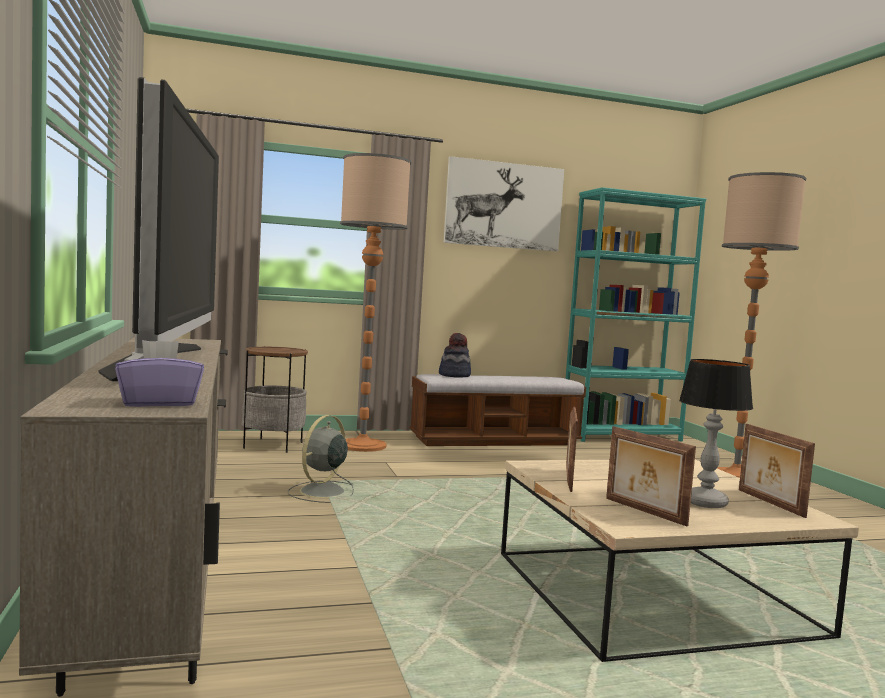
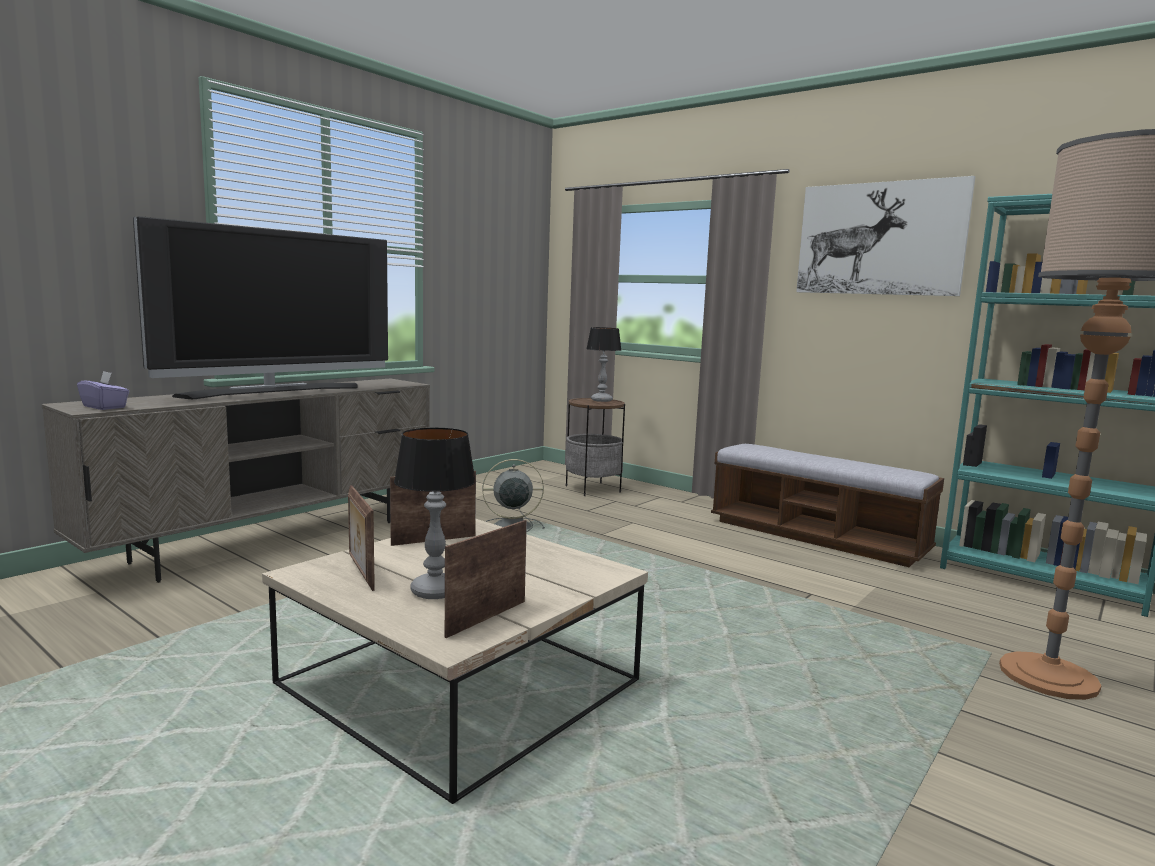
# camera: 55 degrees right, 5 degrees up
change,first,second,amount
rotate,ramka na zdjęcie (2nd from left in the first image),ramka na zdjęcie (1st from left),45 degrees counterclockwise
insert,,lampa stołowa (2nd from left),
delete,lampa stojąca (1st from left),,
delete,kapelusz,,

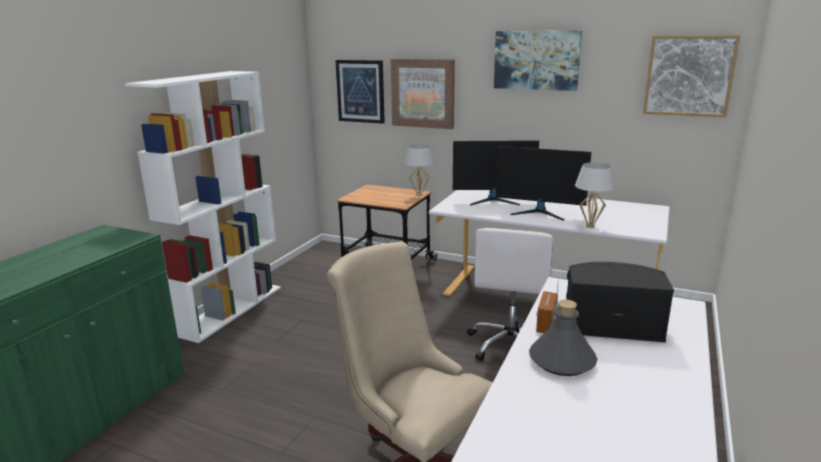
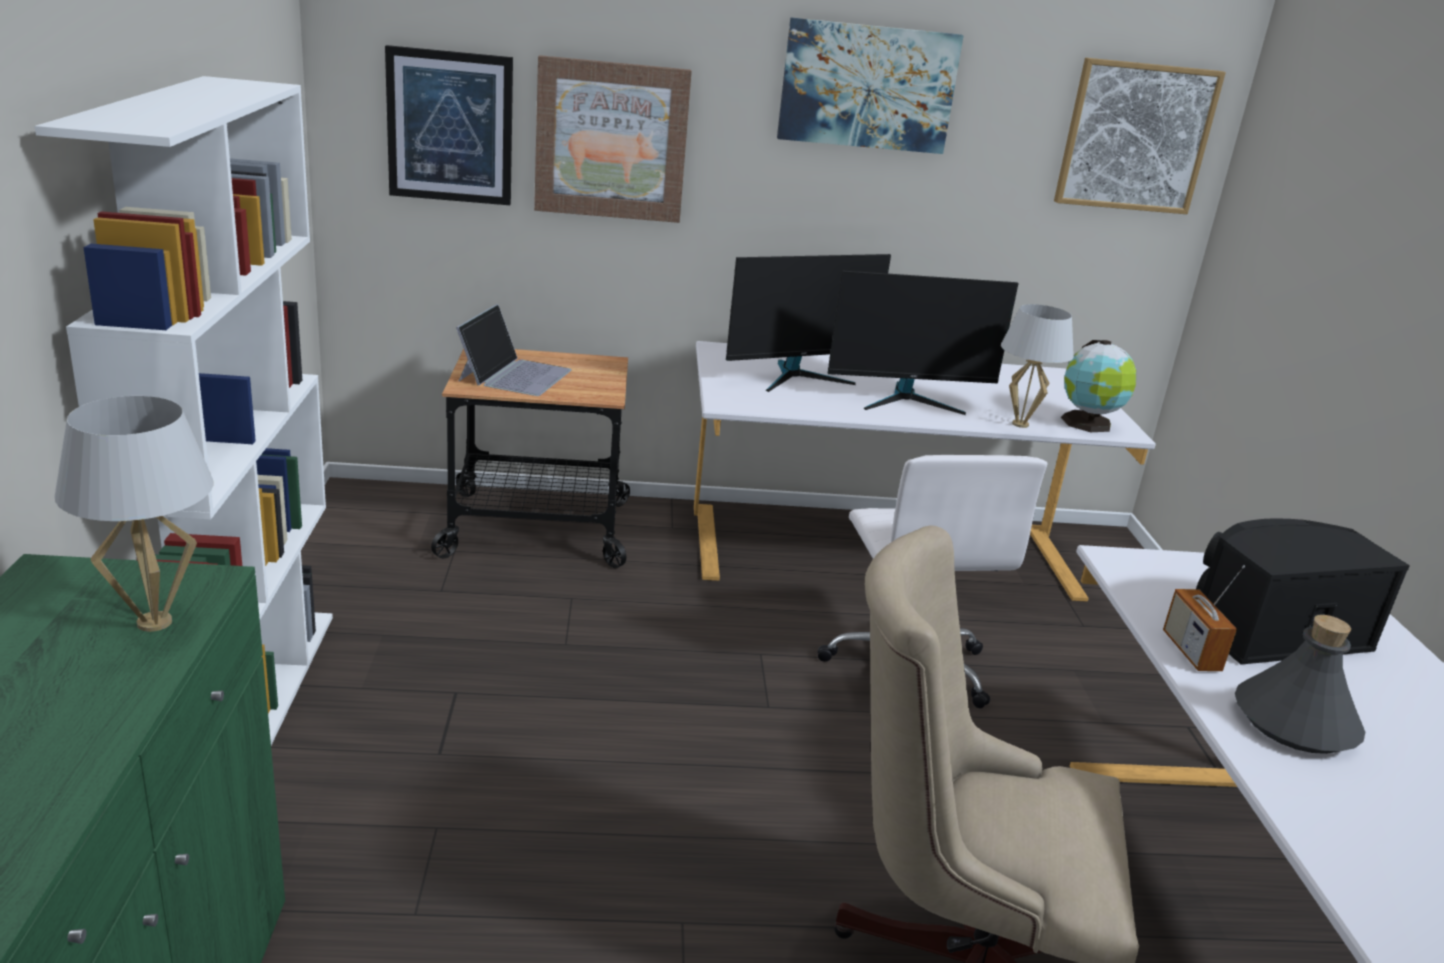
# camera: 30 degrees left, 5 degrees up
change,first,second,amount
move,lampa stołowa (biały) (1st from left),,
insert,,laptop,
insert,,globus,

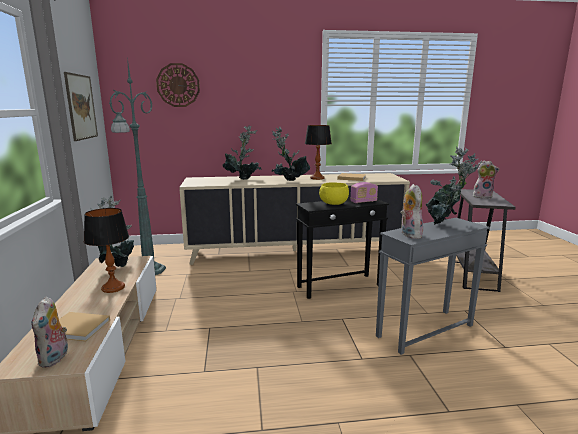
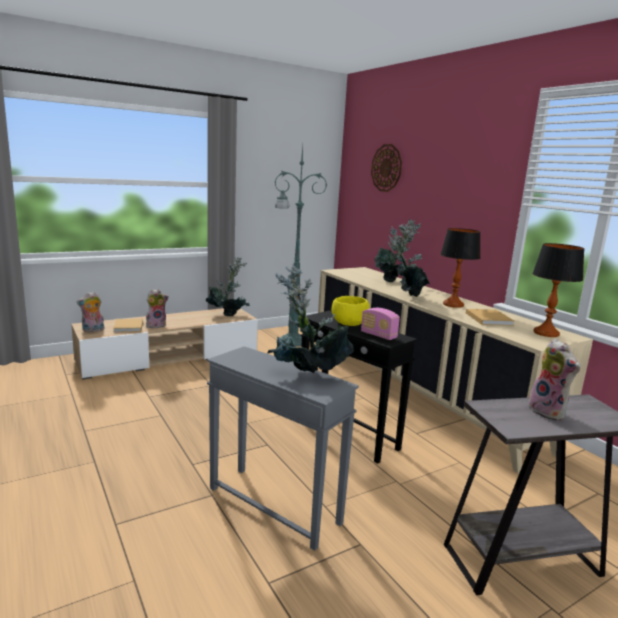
# camera: 65 degrees right, 0 degrees up
change,first,second,amount
move,pluszak (2nd from left),,
move,lampa stołowa (1st from left in the first image),lampa stołowa (2nd from left),
delete,obraz,,

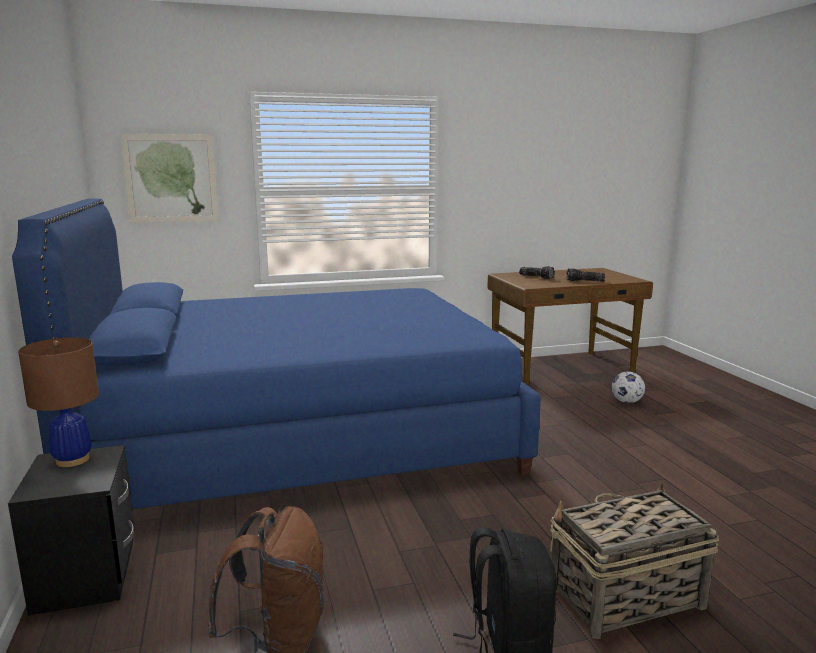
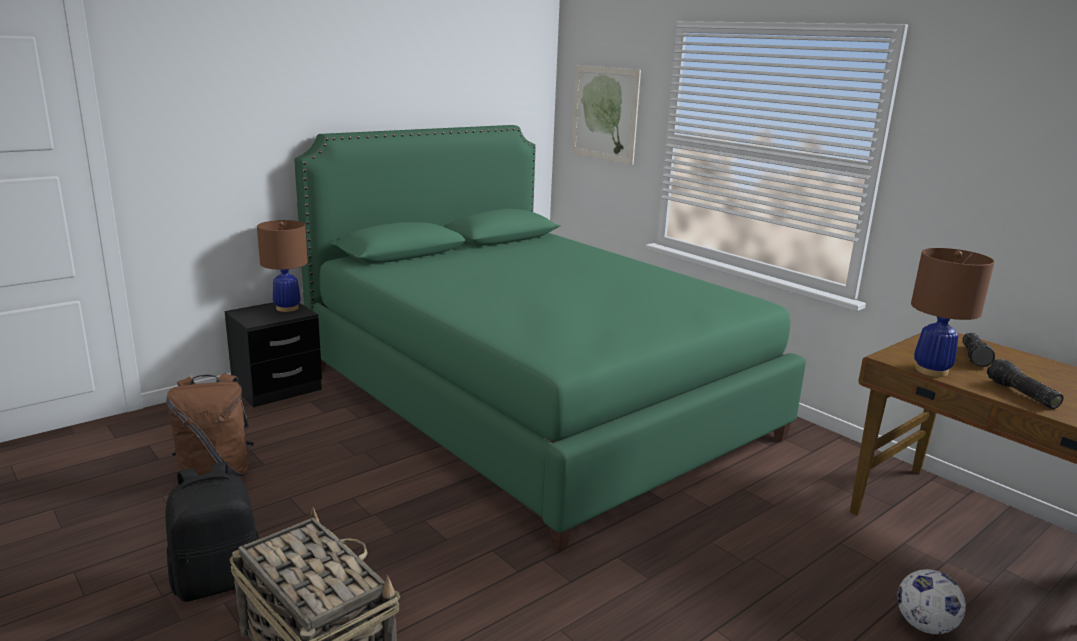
# camera: 65 degrees right, 5 degrees up
change,first,second,amount
recolor,łóżko (niebieski),łóżko (zielony),
insert,,lampa stołowa (brązowy) (2nd from left),

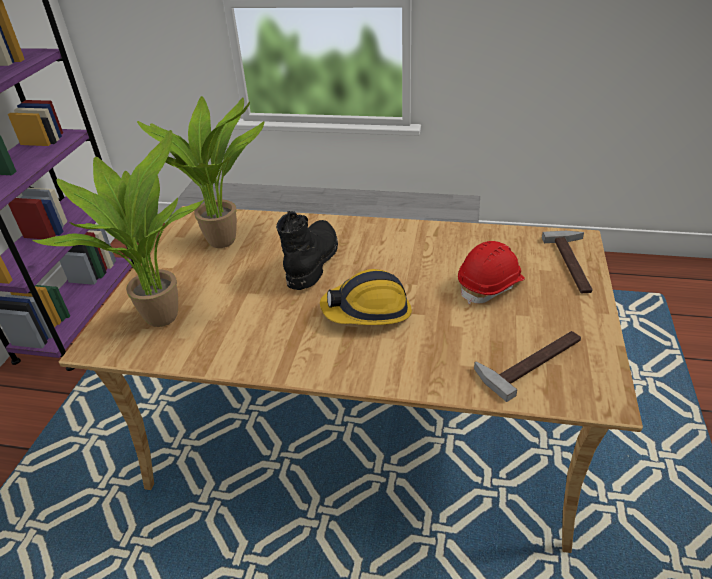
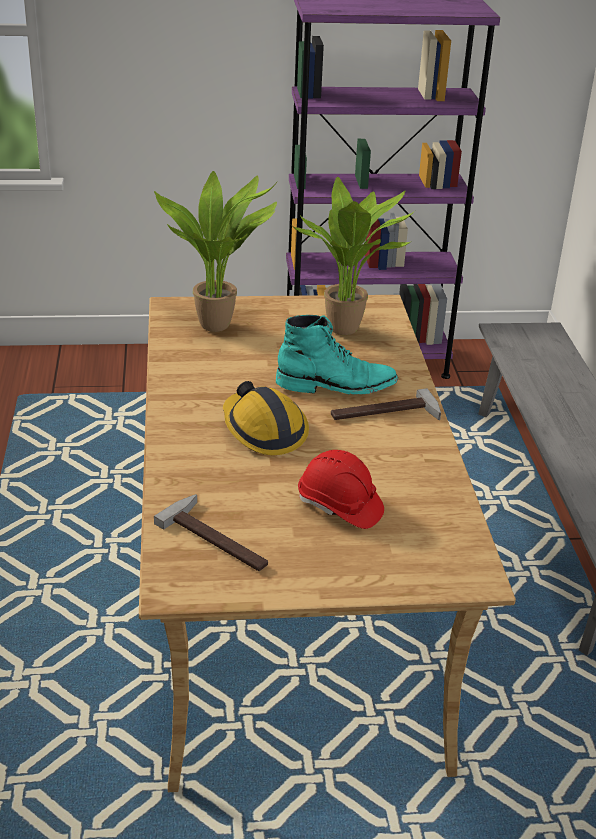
# camera: 70 degrees right, 5 degrees down
change,first,second,amount
recolor,but z cholewką (czarny),but z cholewką (turkusowy),
move,młotek (2nd from left),,

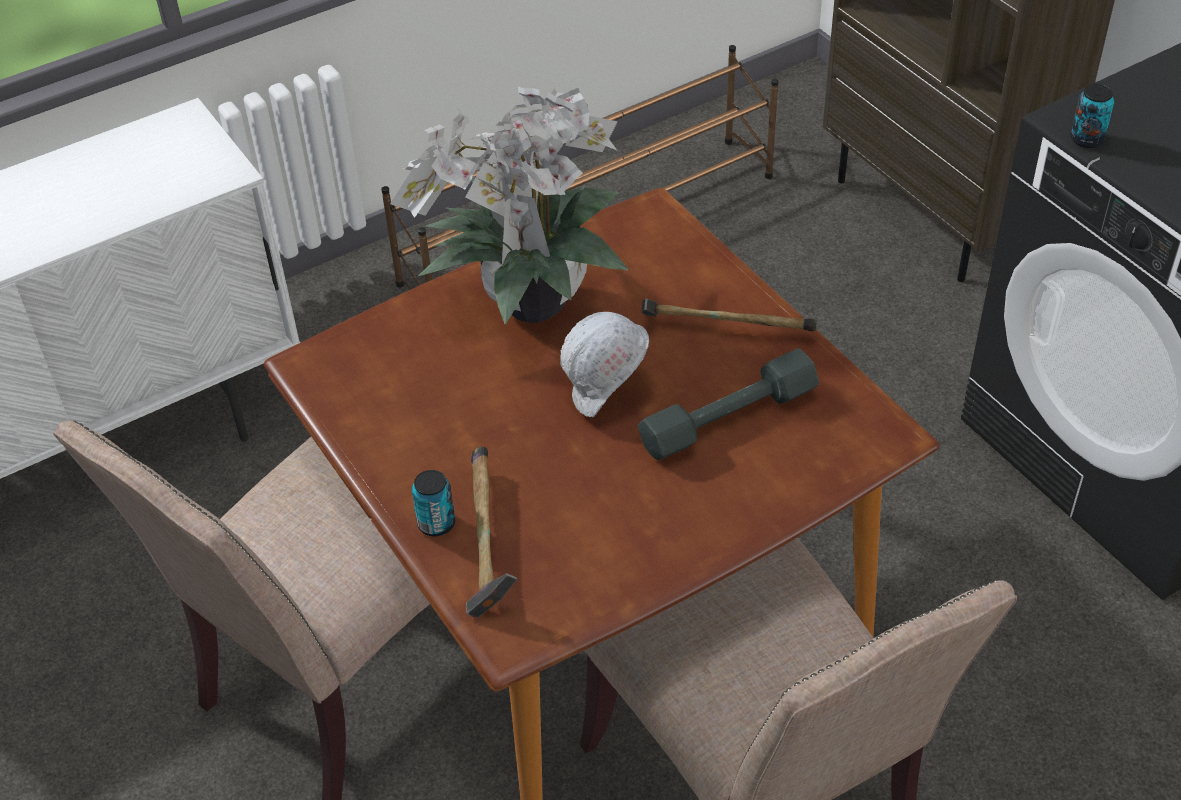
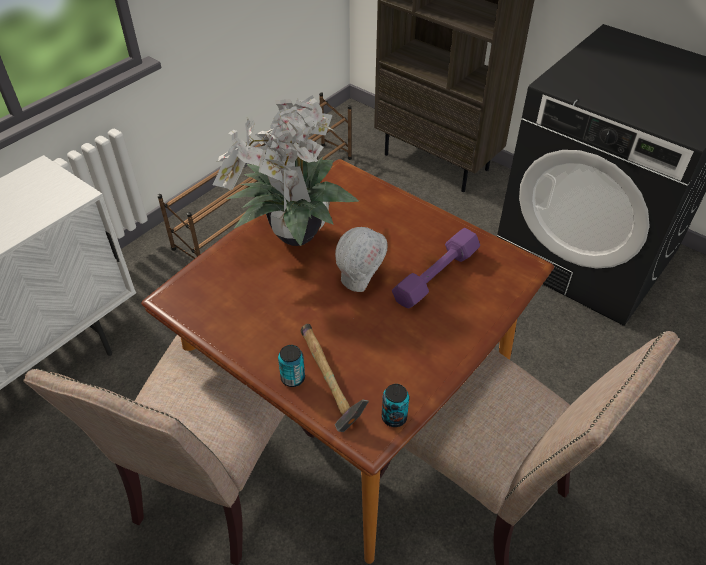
# camera: 20 degrees left, 0 degrees up
change,first,second,amount
move,puszka (2nd from left),,
recolor,hantel (szary),hantel (fioletowy),
delete,młotek (2nd from left),,

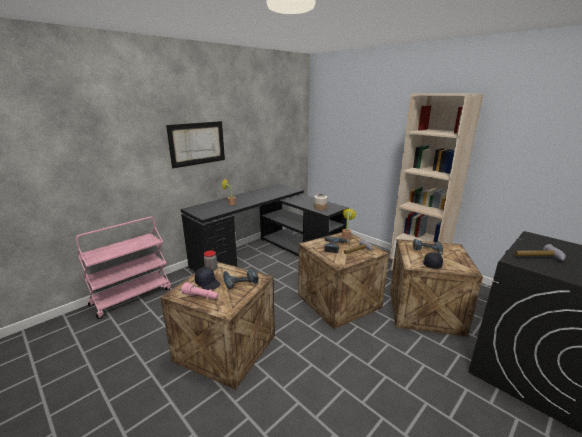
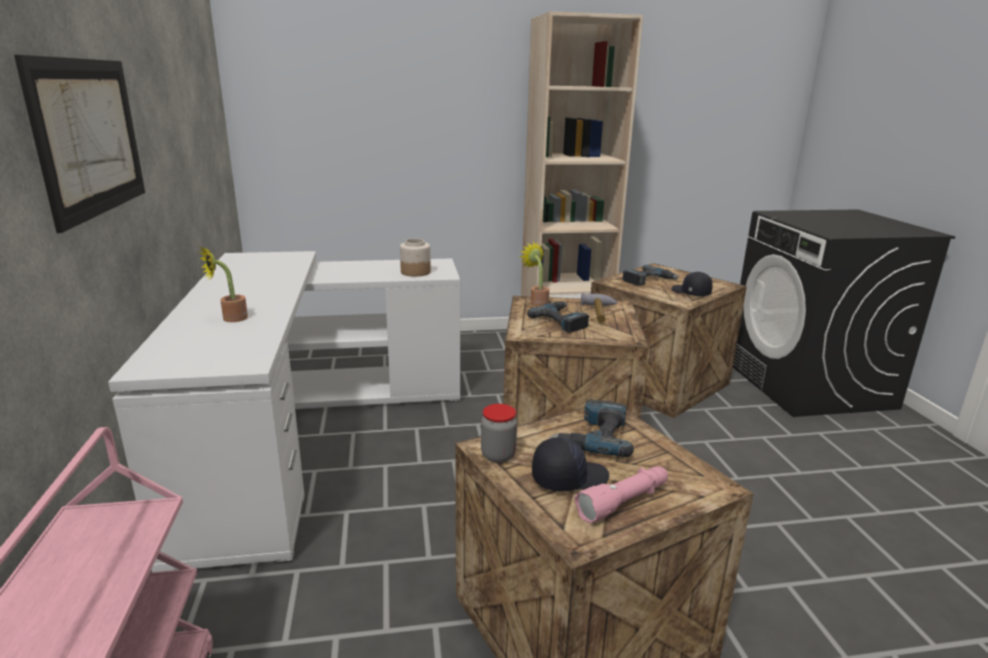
# camera: 55 degrees left, 0 degrees up
change,first,second,amount
recolor,biurko (czarny),biurko (biały),
delete,młotek (2nd from left),,

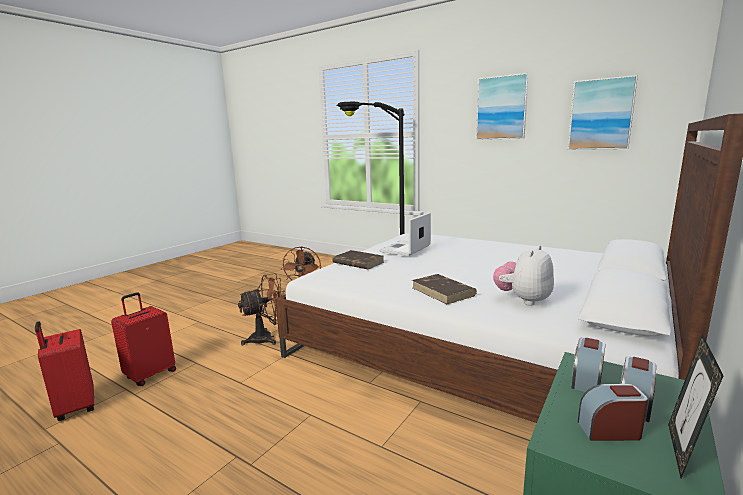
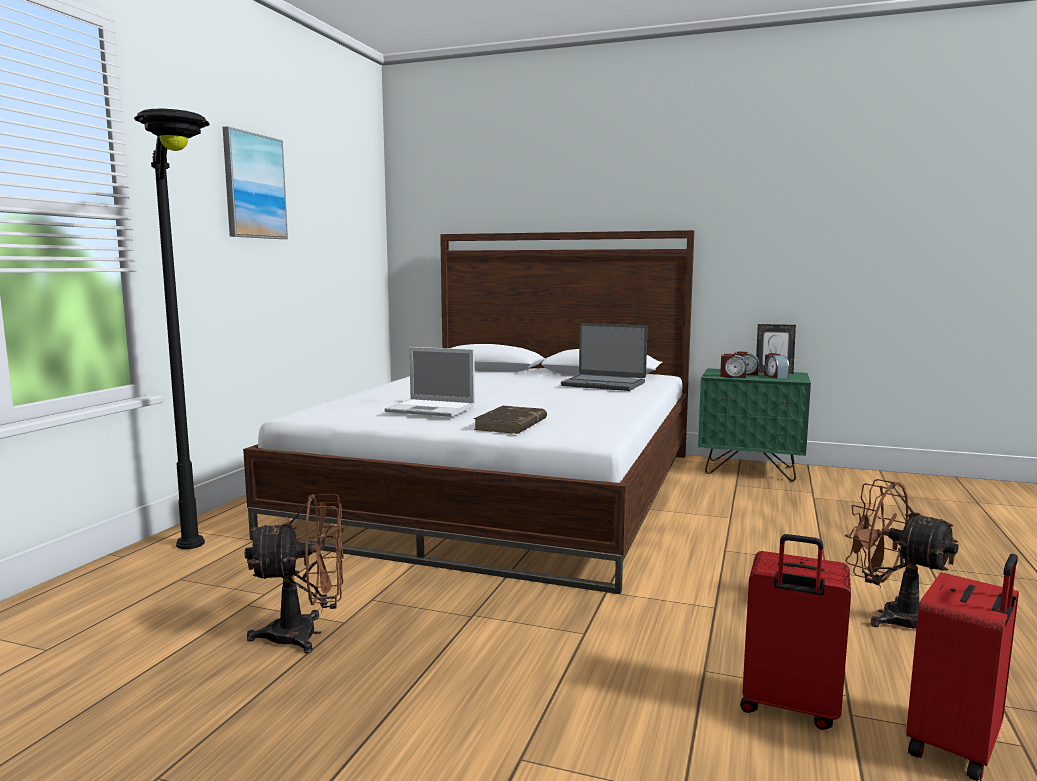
# camera: 105 degrees left, 5 degrees down
change,first,second,amount
replace,pluszak,laptop (2nd from left),
move,wentylator (brązowy) (1st from left in the first image),wentylator (brązowy) (2nd from left),
delete,książka (brązowy) (2nd from left),,
delete,obraz (2nd from left),,

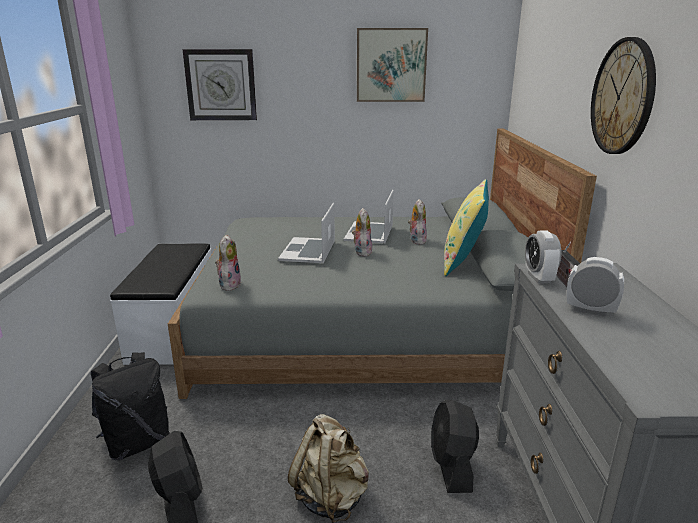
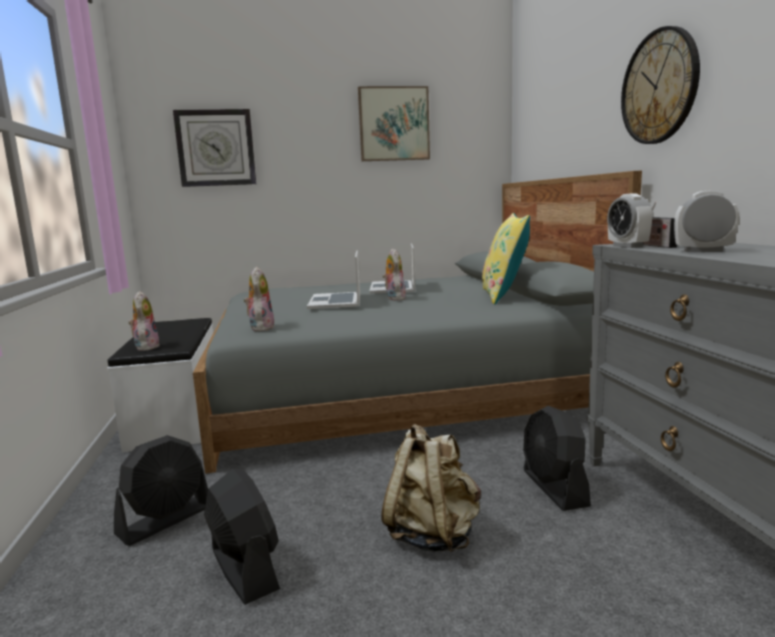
# camera: 10 degrees left, 10 degrees down
change,first,second,amount
replace,plecak (czarny),wentylator (czarny) (1st from left),
move,pluszak (3rd from left in the first image),pluszak (1st from left),

